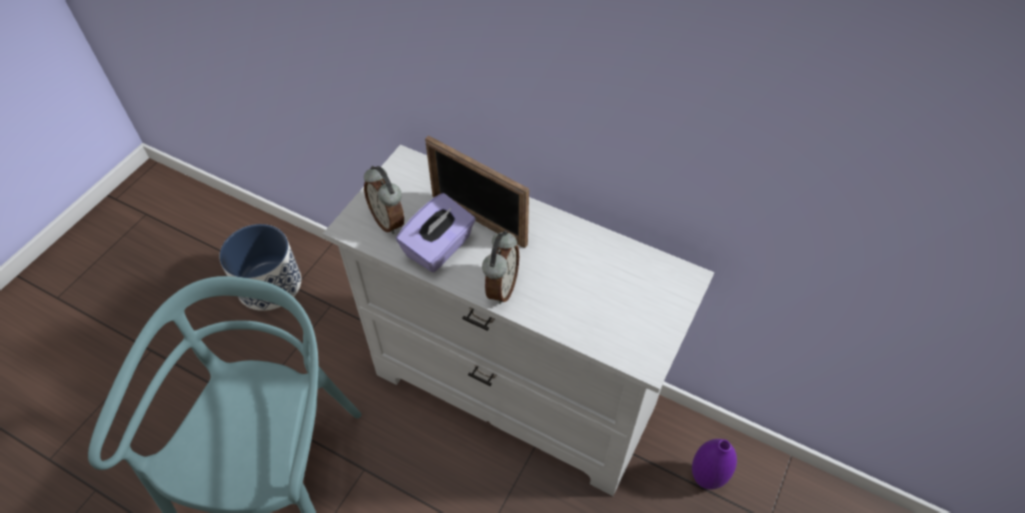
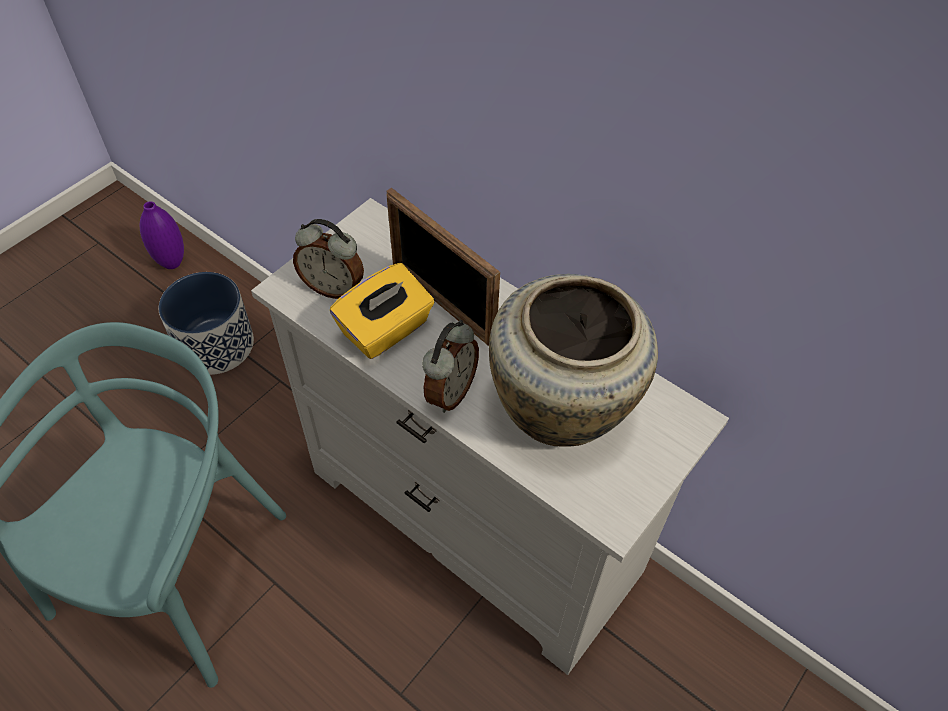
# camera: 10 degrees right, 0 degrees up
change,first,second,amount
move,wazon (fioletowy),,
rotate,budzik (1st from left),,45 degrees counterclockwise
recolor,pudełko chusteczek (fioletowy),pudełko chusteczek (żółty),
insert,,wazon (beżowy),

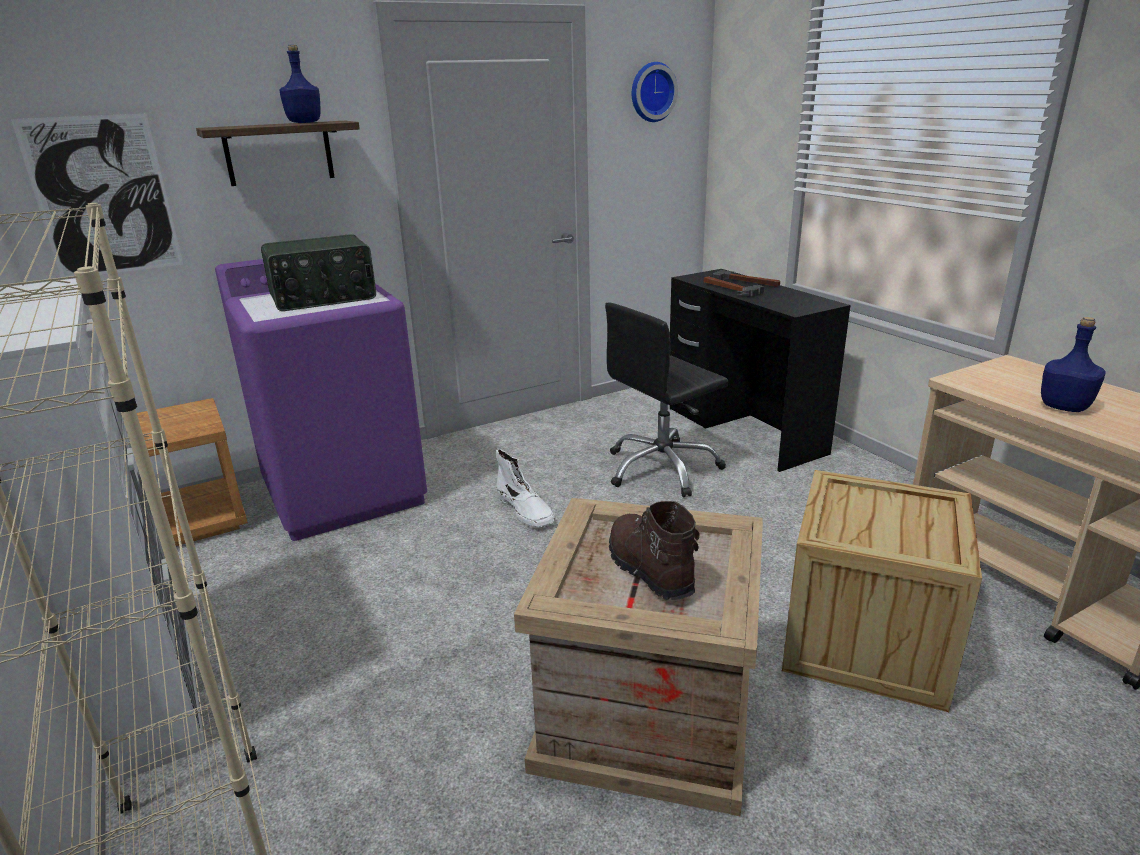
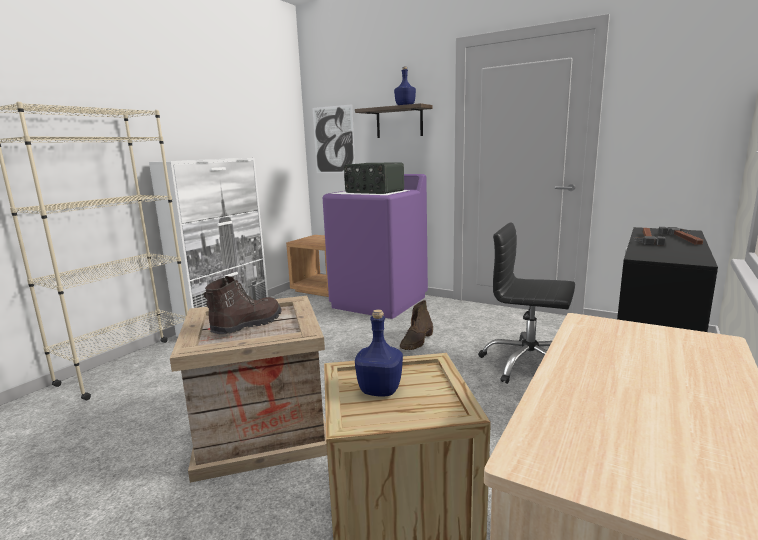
# camera: 60 degrees right, 10 degrees down
change,first,second,amount
move,butelka (niebieski) (2nd from left in the first image),butelka (niebieski) (1st from left),
recolor,but z cholewką (biały),but z cholewką (brązowy) (2nd from left),
delete,zegar ścienny,,

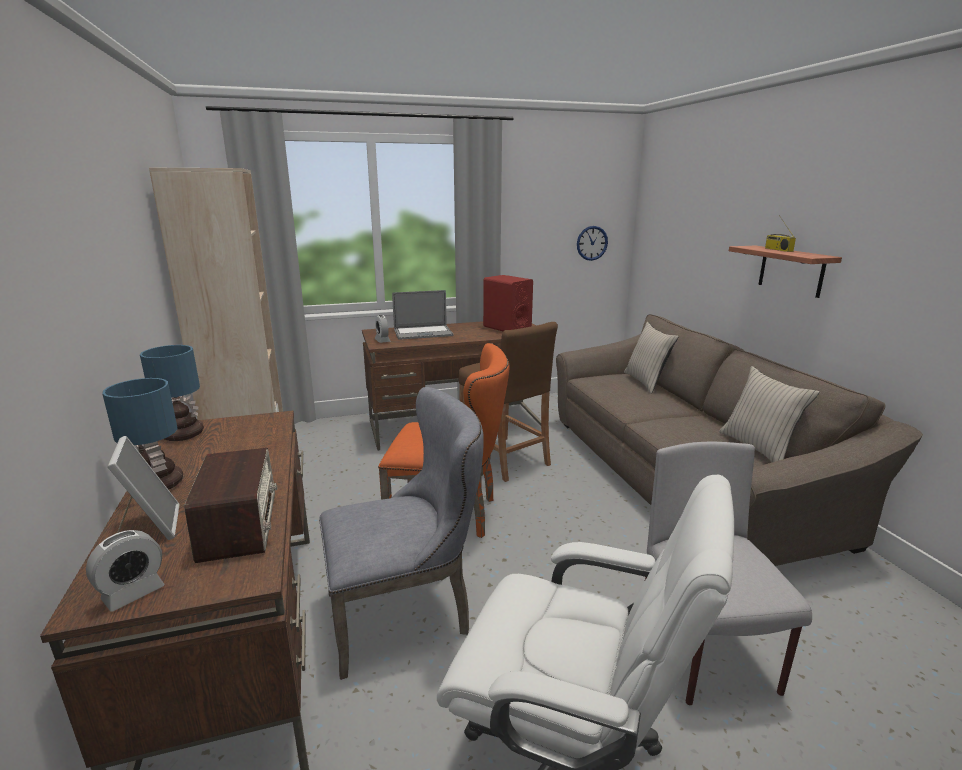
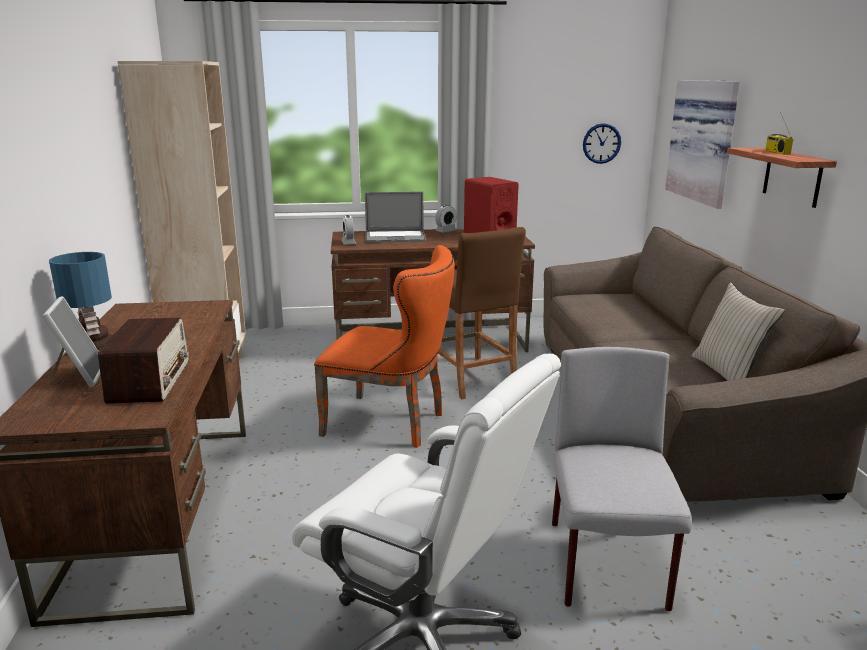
# camera: 10 degrees right, 0 degrees up
change,first,second,amount
move,budzik (1st from left in the first image),budzik (2nd from left),
insert,,obraz,
delete,lampa stołowa (2nd from left),,
delete,krzesło (szary) (1st from left),,
delete,poduszka (beżowy) (1st from left),,

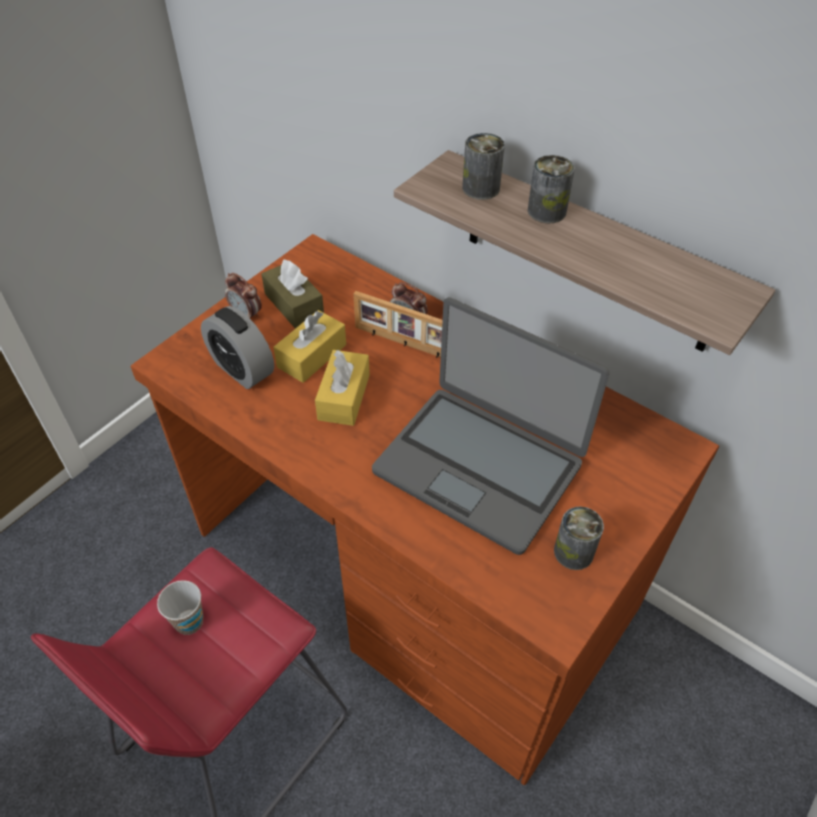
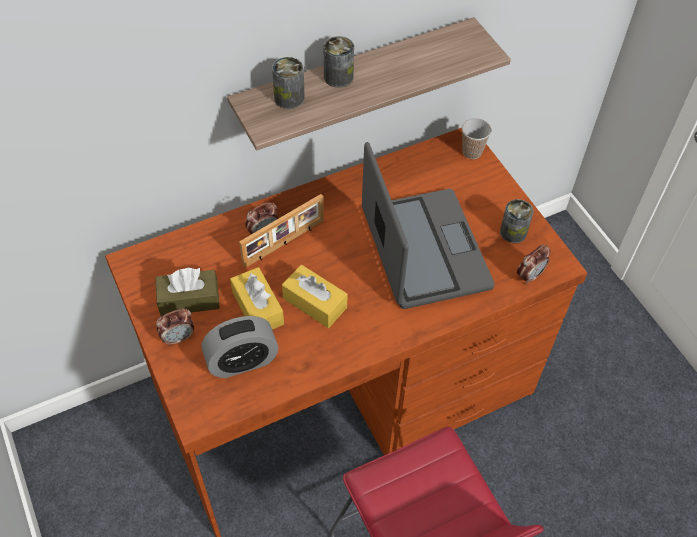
# camera: 65 degrees left, 5 degrees up
change,first,second,amount
rotate,laptop,,75 degrees counterclockwise
move,filiżanka,,
insert,,budzik (4th from left),

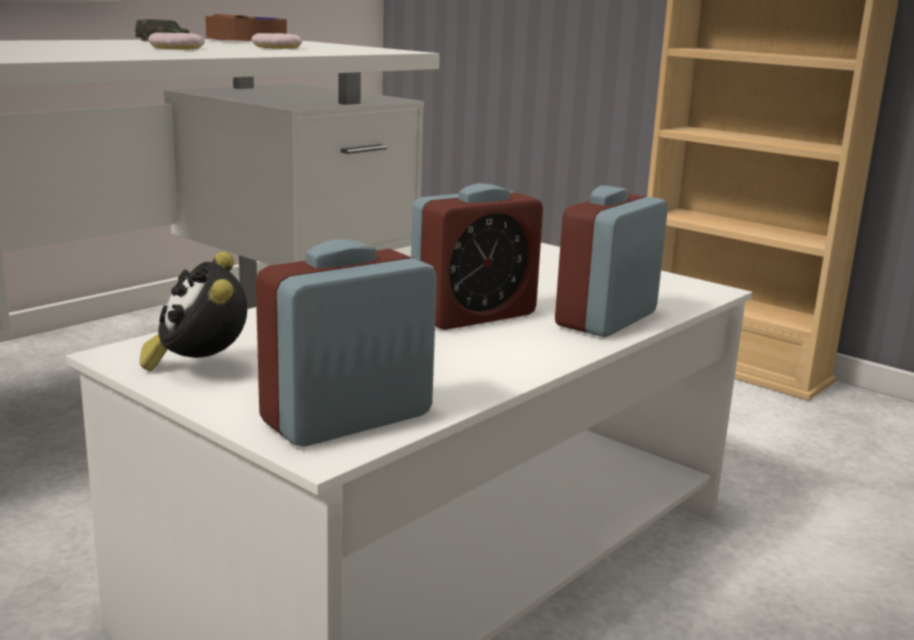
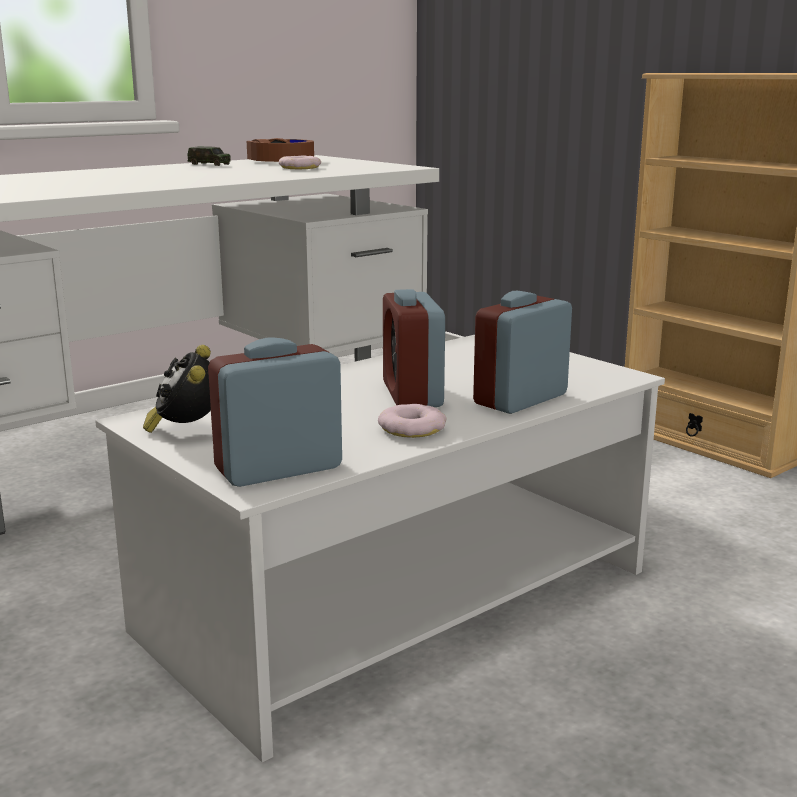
# camera: 10 degrees right, 0 degrees up
change,first,second,amount
move,donut (1st from left in the first image),donut (2nd from left),
rotate,budzik (3rd from left),,105 degrees clockwise

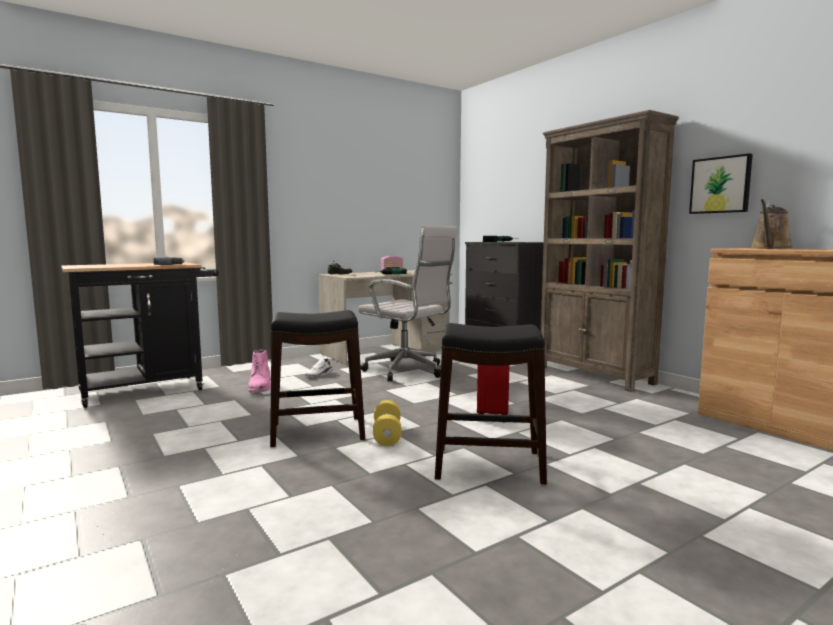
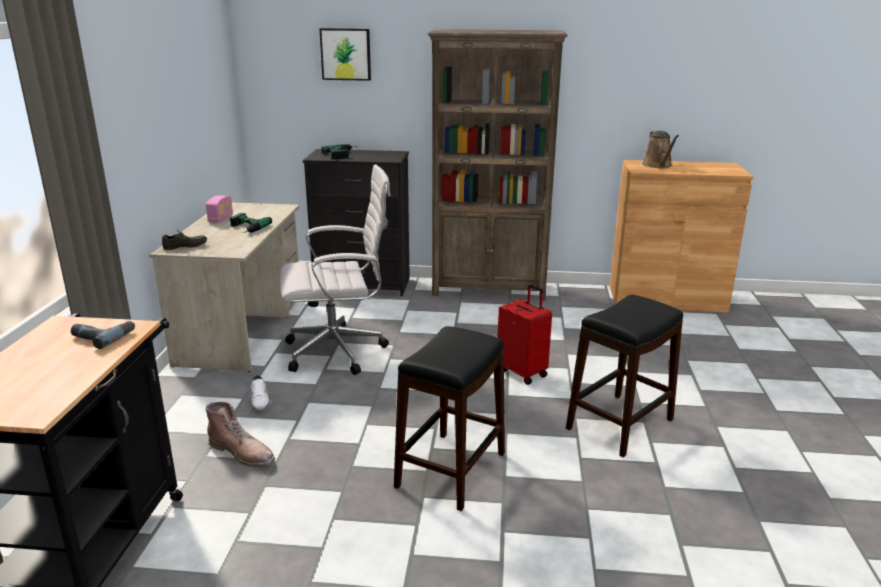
# camera: 50 degrees left, 15 degrees up
change,first,second,amount
recolor,but z cholewką (różowy),but z cholewką (brązowy),
move,obraz,,
delete,hantel (żółty),,

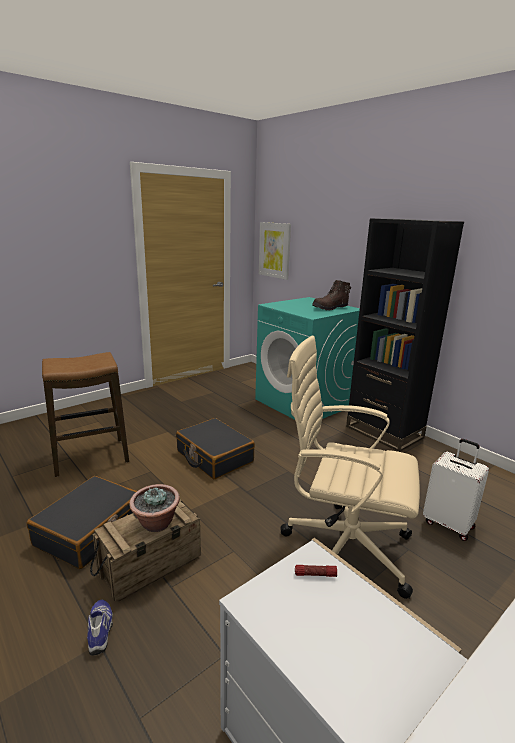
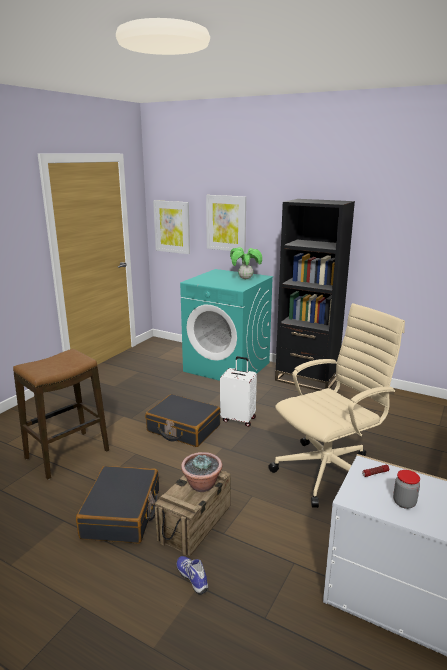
# camera: 20 degrees left, 0 degrees up
change,first,second,amount
insert,,obraz (2nd from left),
move,walizka (biały),,
replace,but z cholewką (brązowy),roślina doniczkowa (2nd from left),
rotate,krzesło biurowe (beżowy),,150 degrees clockwise
insert,,słoik,

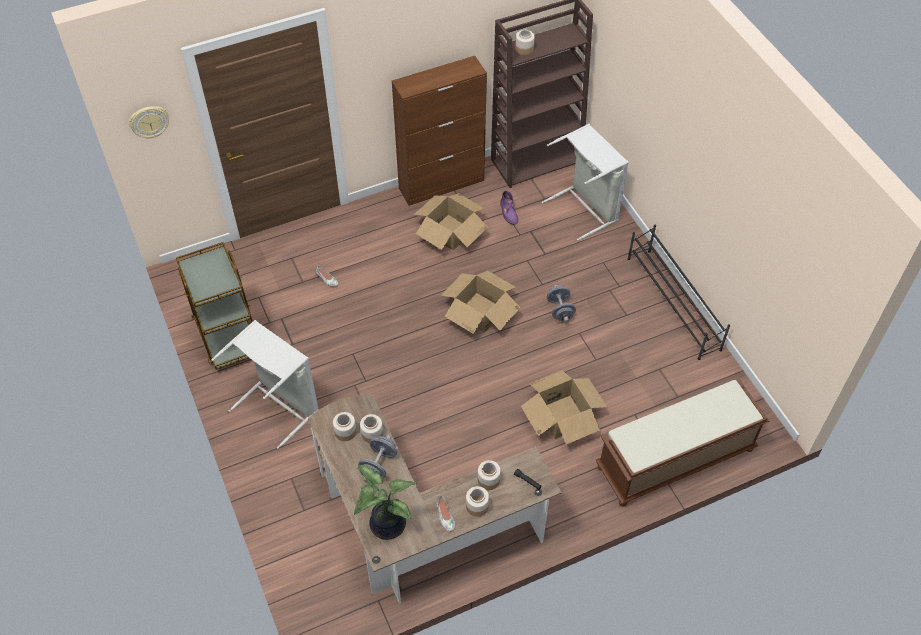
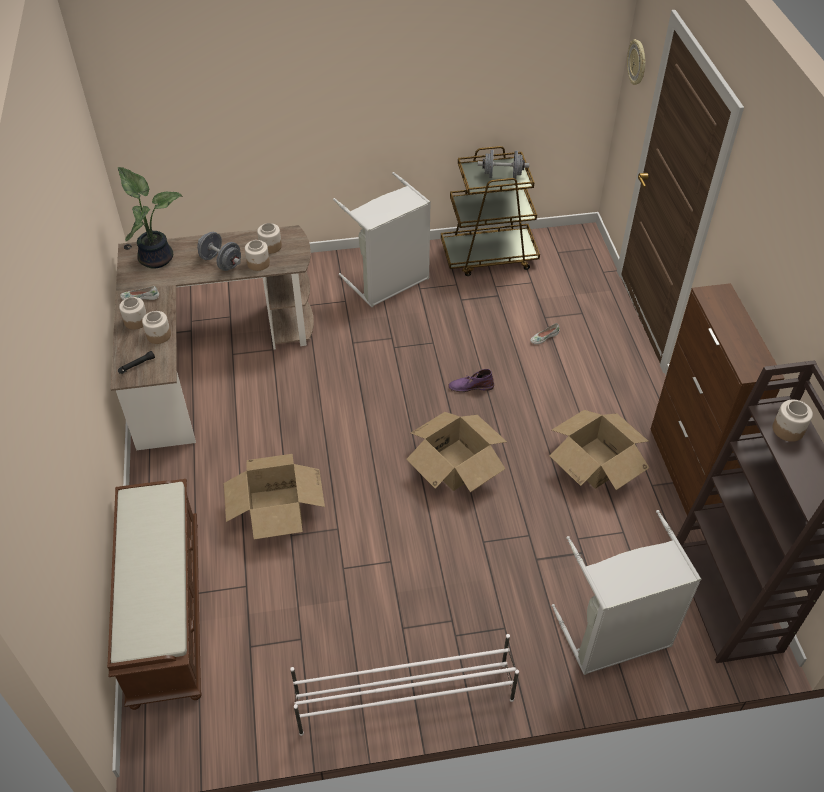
# camera: 105 degrees right, 5 degrees down
change,first,second,amount
recolor,regał na buty (czarny),regał na buty (biały),
move,but z cholewką (fioletowy),,
move,hantel (szary) (2nd from left),,

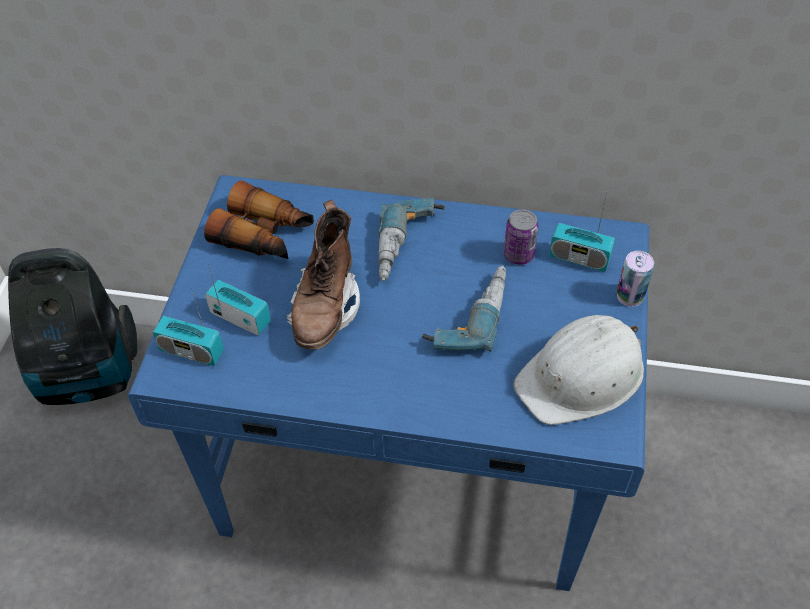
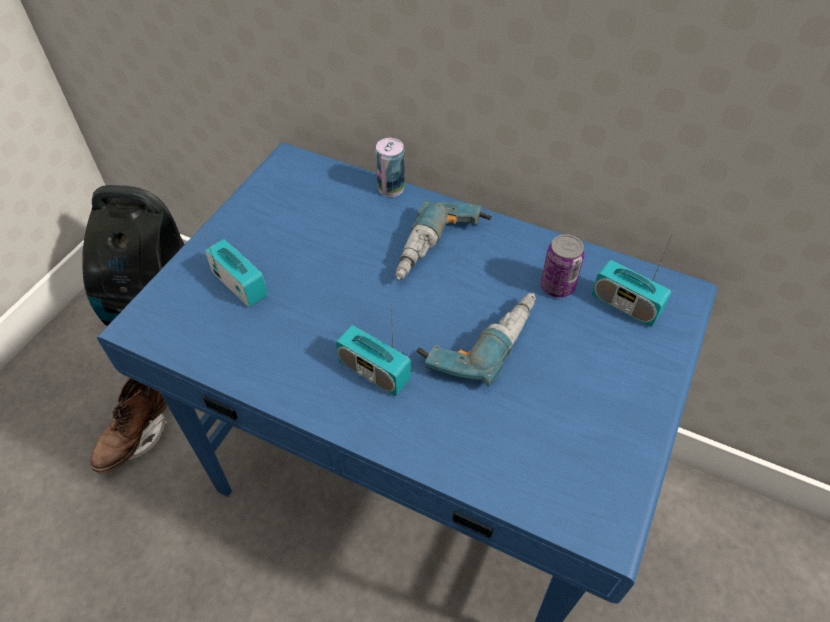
# camera: 15 degrees right, 0 degrees up
change,first,second,amount
move,but z cholewką (brązowy),,
move,radio (1st from left in the first image),radio (2nd from left),
move,puszka (2nd from left in the first image),puszka (1st from left),
delete,lornetka,,
delete,kask (biały),,

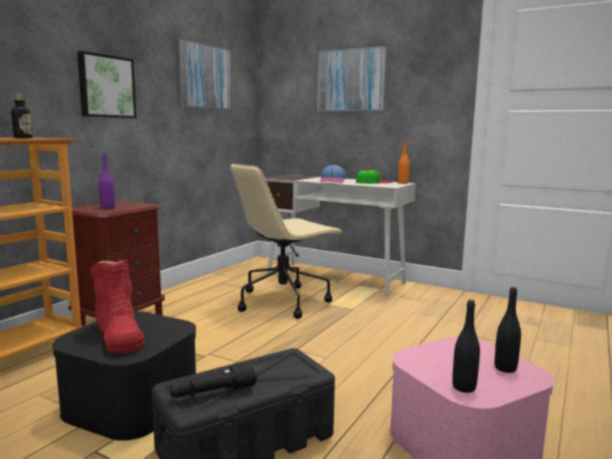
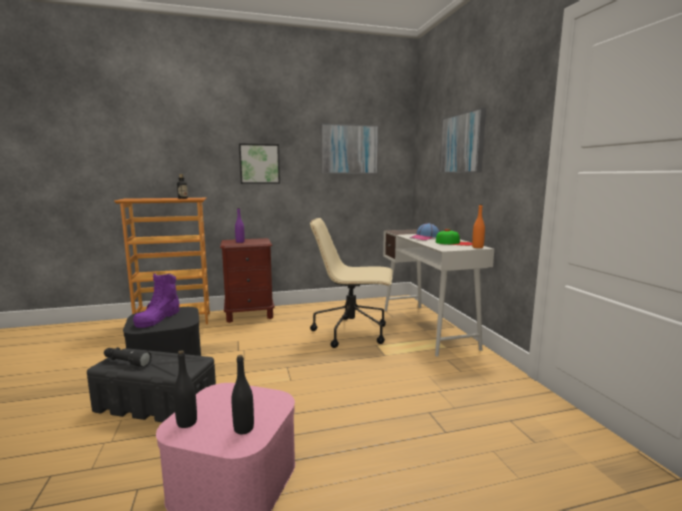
# camera: 45 degrees right, 0 degrees up
change,first,second,amount
recolor,but z cholewką (czerwony),but z cholewką (fioletowy),

